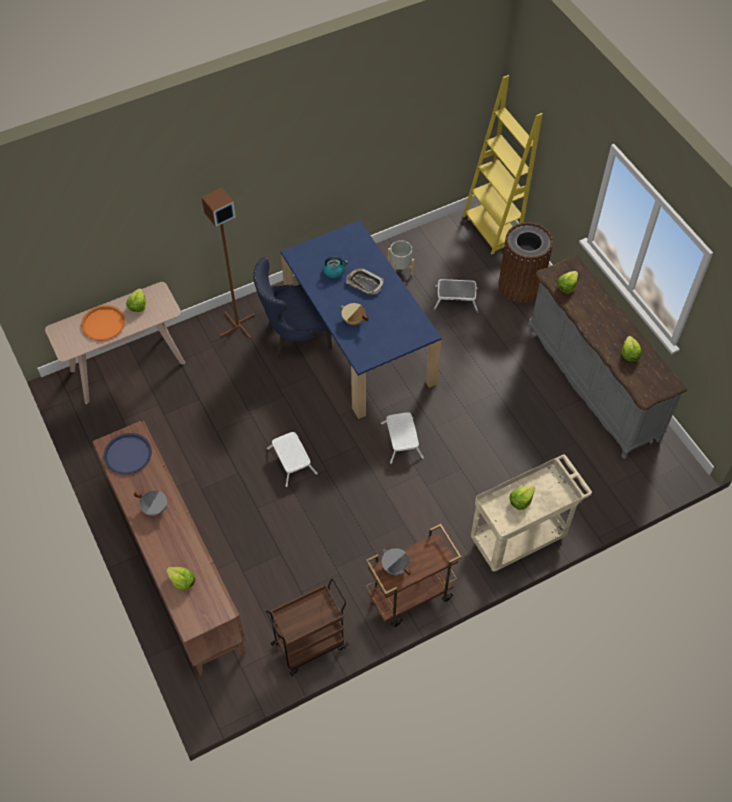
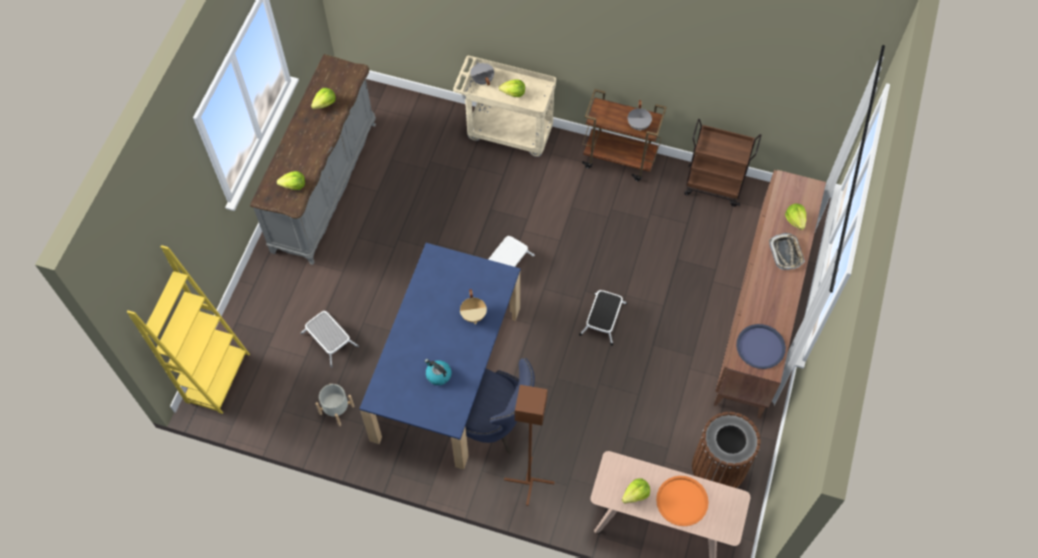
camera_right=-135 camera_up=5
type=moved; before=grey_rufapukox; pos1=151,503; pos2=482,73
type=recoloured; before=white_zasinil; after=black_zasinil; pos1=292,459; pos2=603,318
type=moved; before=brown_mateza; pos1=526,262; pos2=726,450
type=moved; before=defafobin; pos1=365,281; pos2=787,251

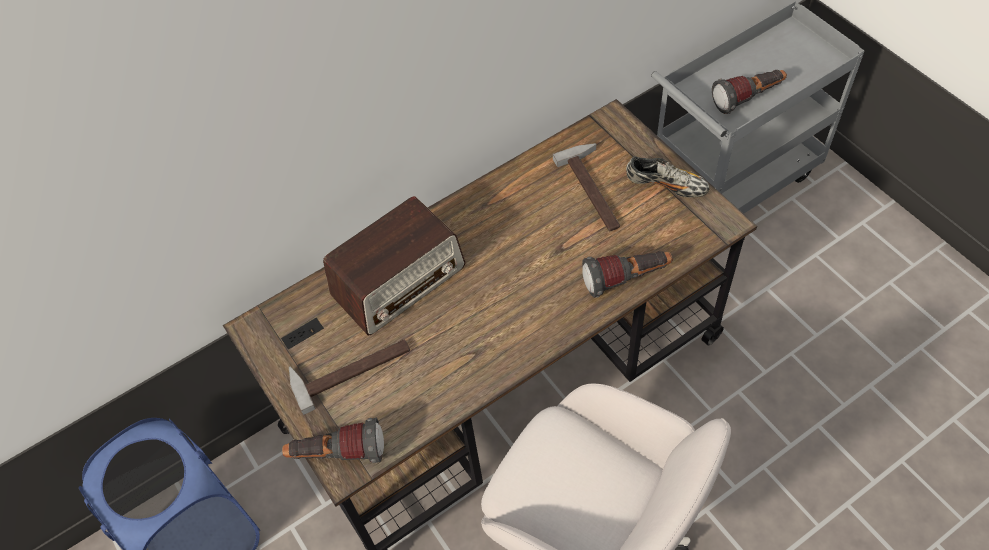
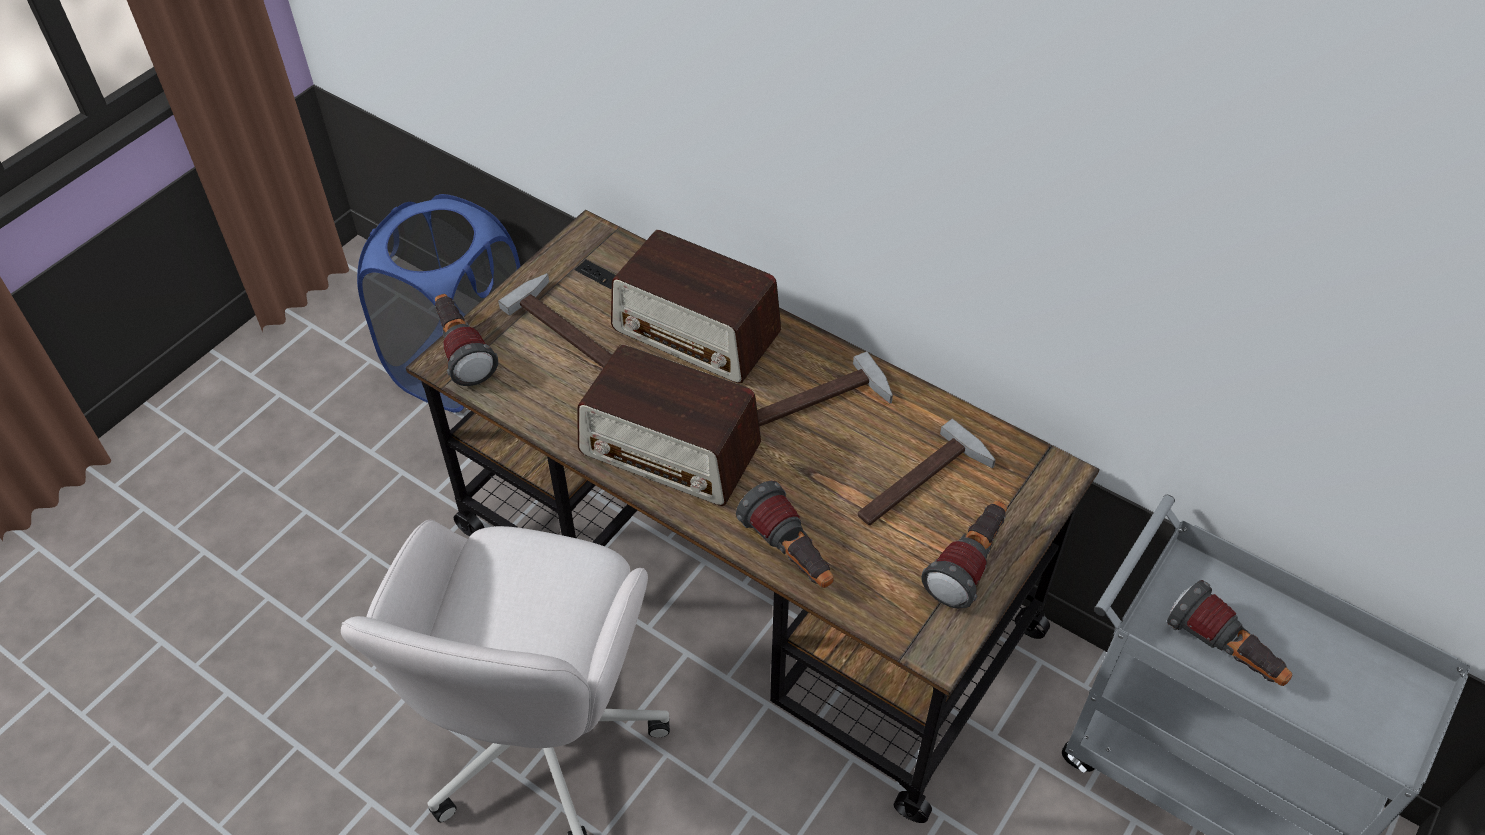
camera_right=65 camera_up=-5
type=added; after=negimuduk; pos2=669,425
type=added; after=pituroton; pos2=825,389
type=replaced; before=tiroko; after=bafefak; pos1=668,177; pos2=964,554

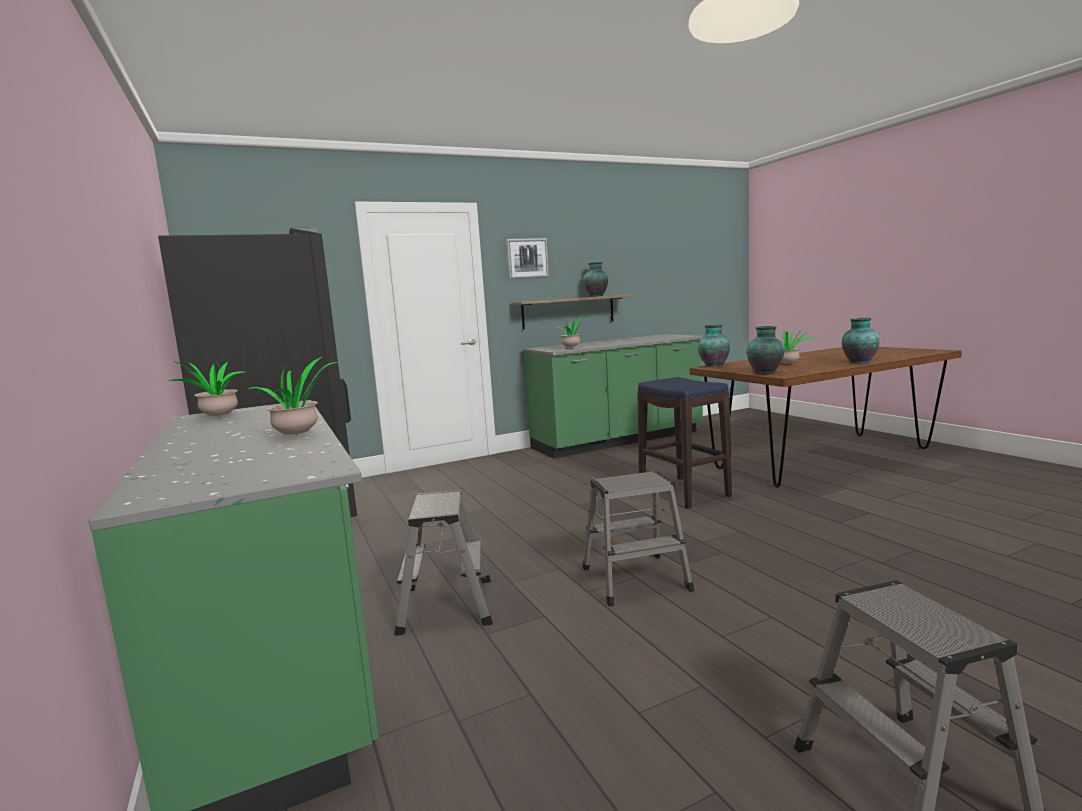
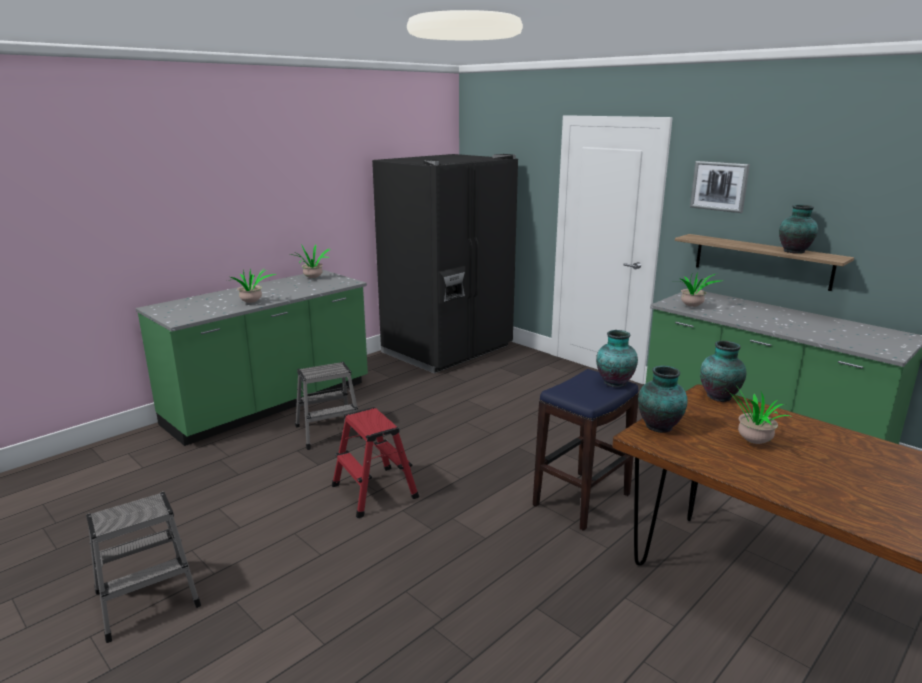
camera_right=70 camera_up=10
type=recoloured; before=grey_zasinil; after=red_zasinil; pos1=638,538; pos2=375,462
type=moved; before=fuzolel; pos1=860,341; pos2=617,358

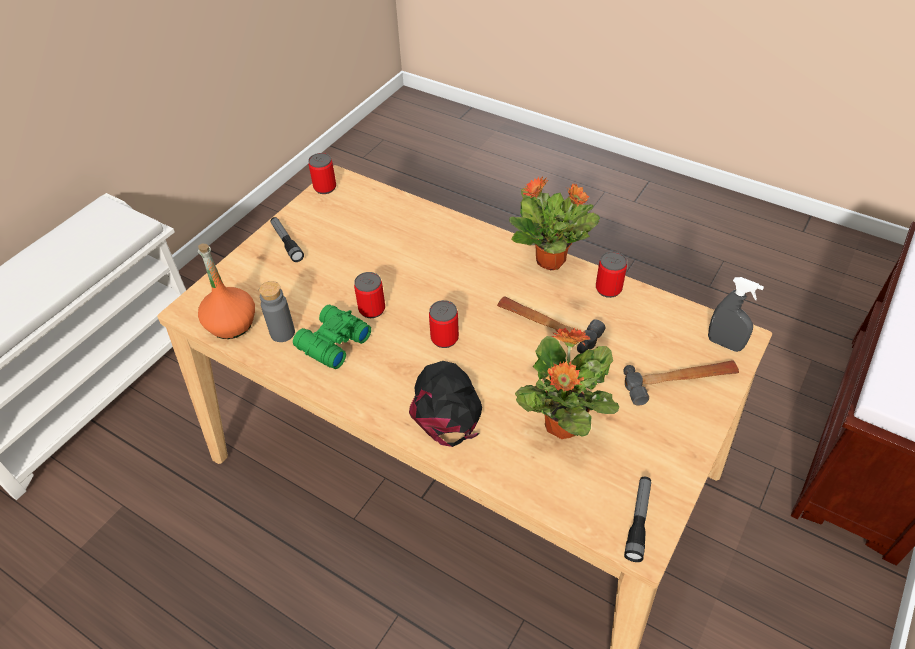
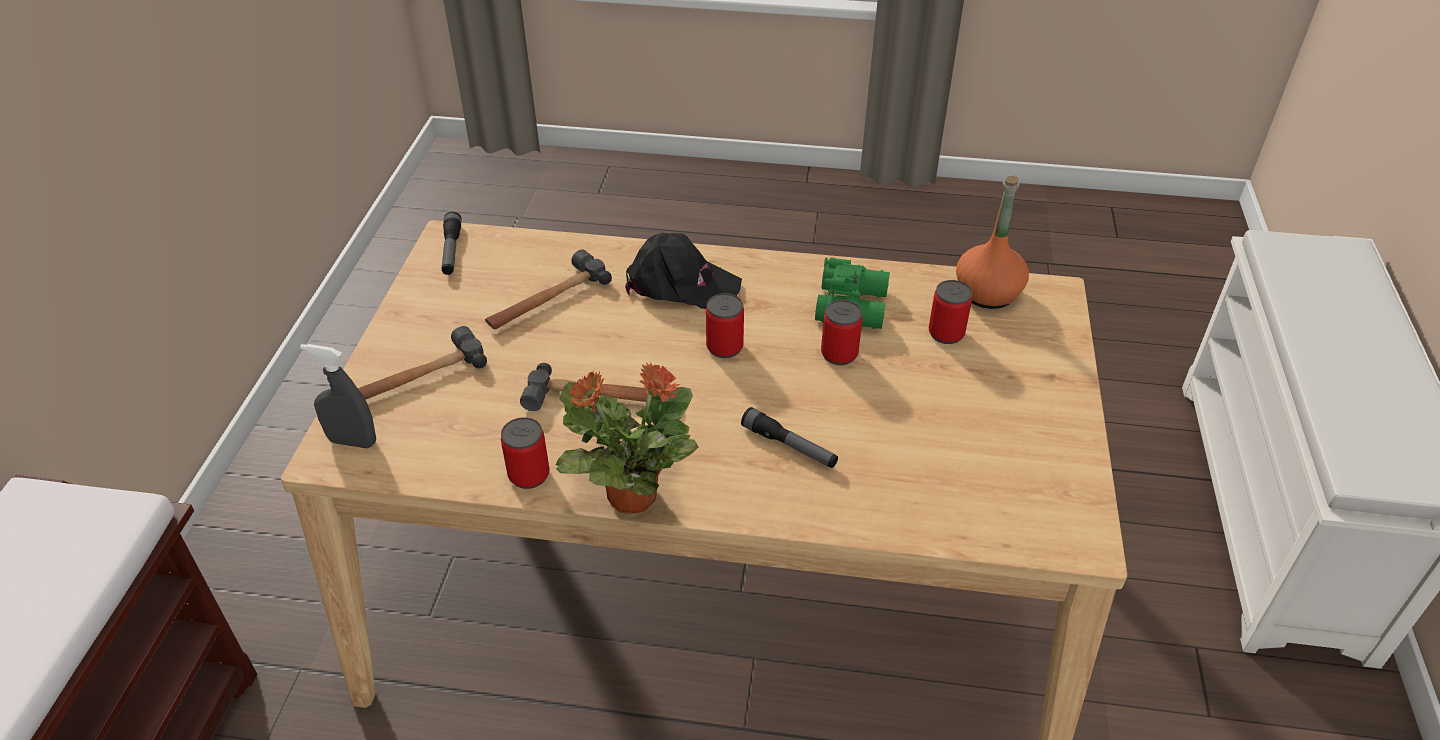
camera_right=155 camera_up=-5
type=replaced; before=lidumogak; after=pituroton; pos1=567,383; pos2=548,289
type=turned; before=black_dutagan; pos1=445,404; pos2=683,271; turn=-45
type=moved; before=bafefak; pos1=287,239; pos2=789,437
type=moved; before=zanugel; pos1=322,173; pos2=950,312
type=removed; before=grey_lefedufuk; pos1=277,311

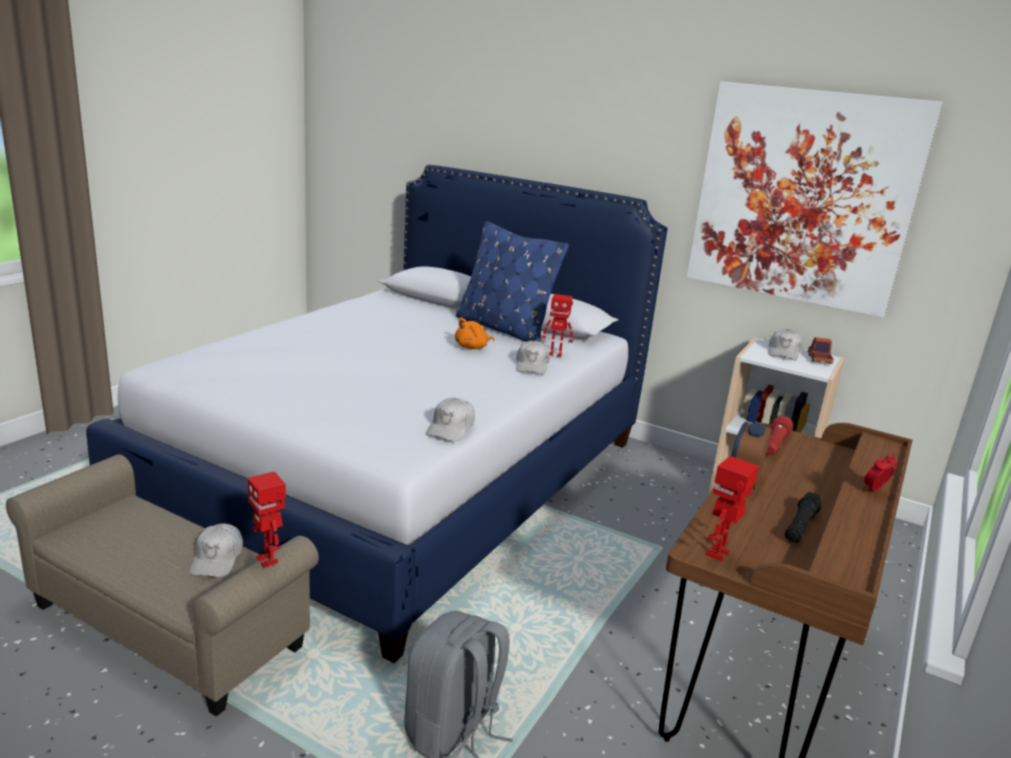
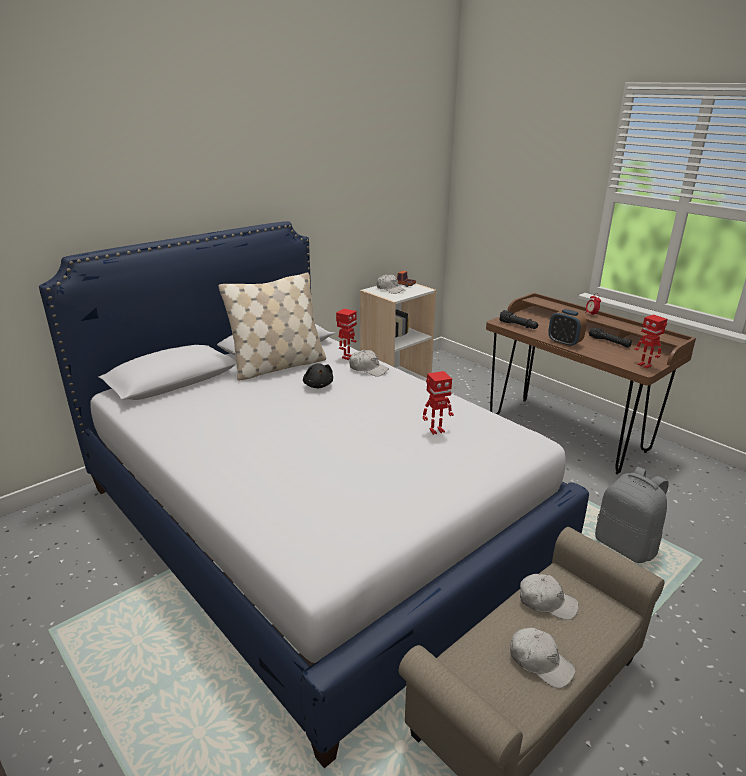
camera_right=-70 camera_up=5
type=recoloured; before=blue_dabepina; after=beige_dabepina; pos1=512,281; pos2=272,326
type=recoloured; before=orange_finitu; after=black_finitu; pos1=475,333; pos2=318,375
type=moved; before=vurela; pos1=267,520; pos2=438,403
type=recoloured; before=red_bafefak; after=black_bafefak; pos1=780,435; pos2=518,319
type=moved; before=white_dutagan; pos1=450,420; pos2=542,658
type=removed; before=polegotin; pos1=815,199

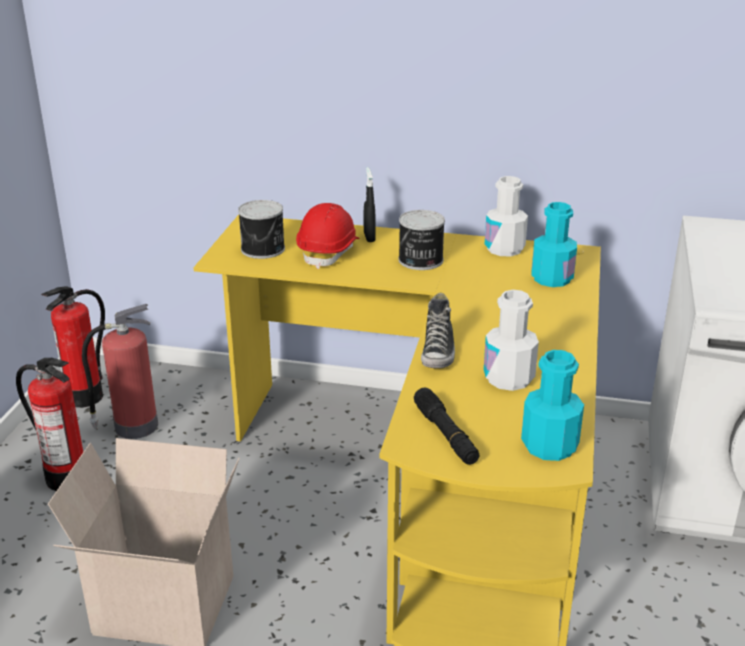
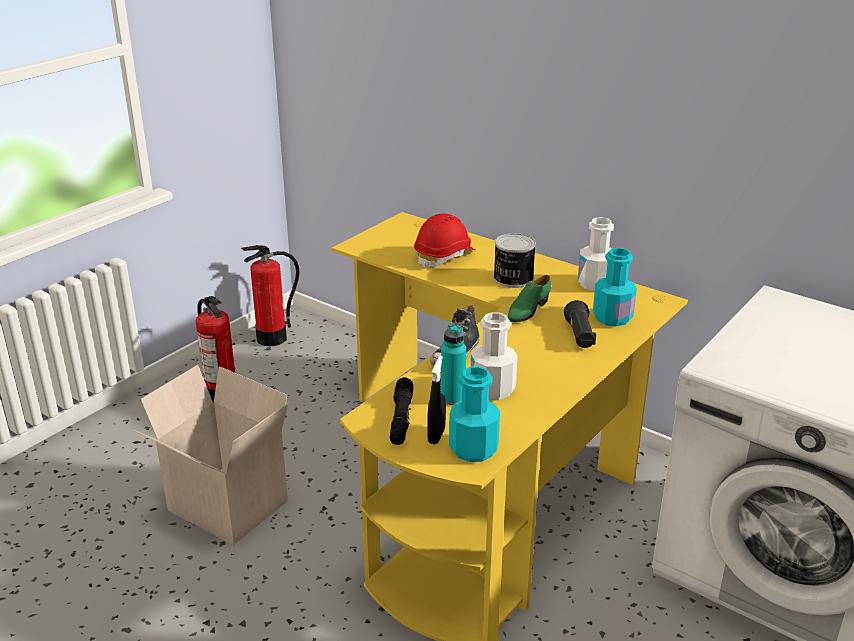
camera_right=25 camera_up=0
type=moved; before=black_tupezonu; pos1=370,204; pos2=436,400
type=added; after=turquoise_lefedufuk; pos2=453,364
type=added; after=green_tiroko; pos2=529,298
type=added; after=black_bafefak; pos2=580,324
type=removed; before=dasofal; pos1=120,371
type=removed; before=zanugel; pos1=261,229

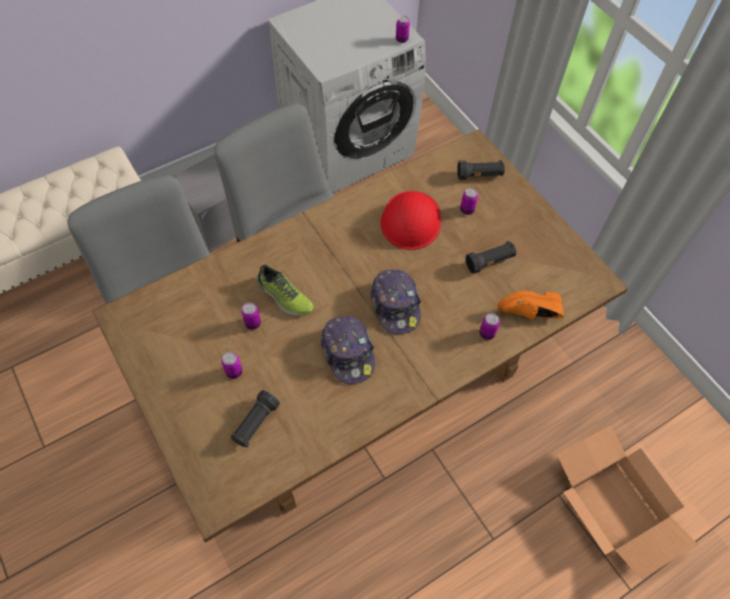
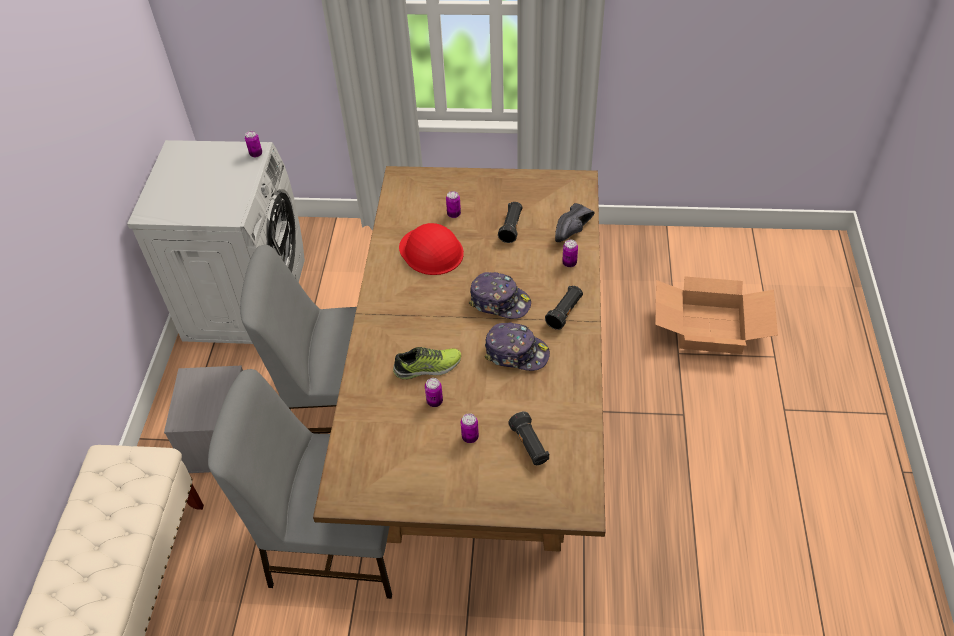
camera_right=-50 camera_up=-10
type=moved; before=black_bafefak; pos1=481,170; pos2=564,308
type=recoloured; before=orange_tiroko; after=black_tiroko; pos1=530,305; pos2=575,222

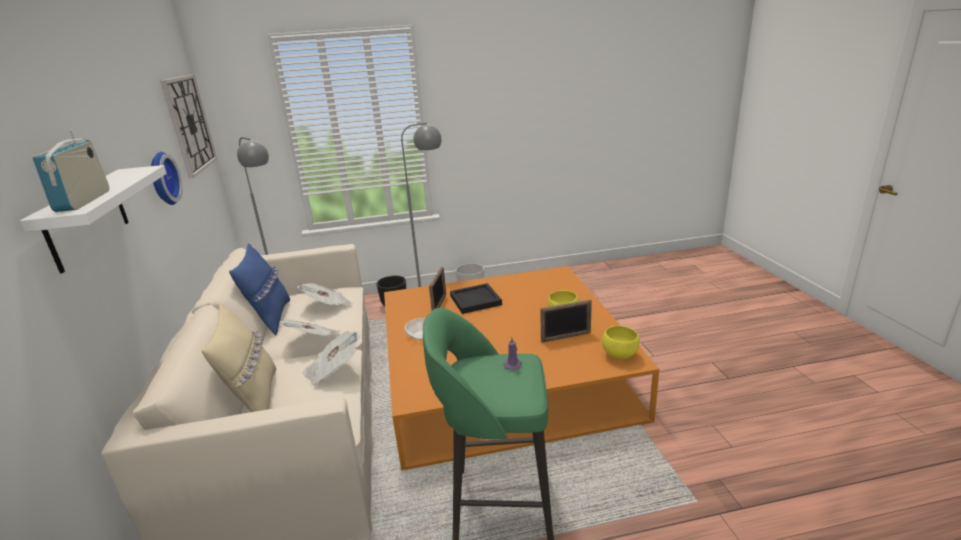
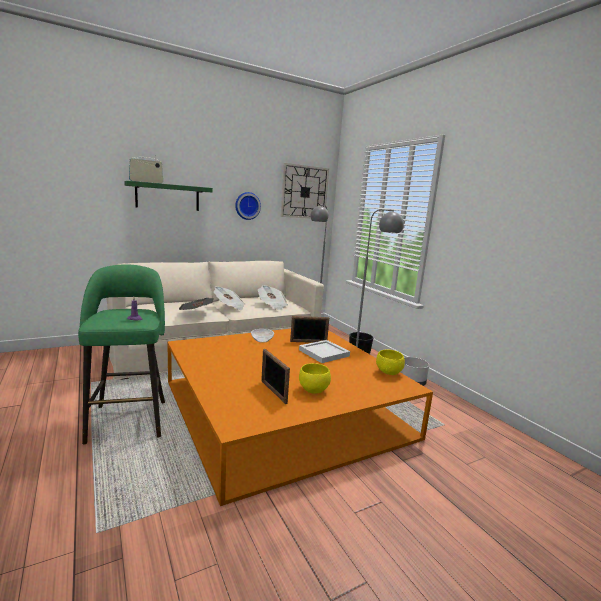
camera_right=70 camera_up=-10
type=recoloured; before=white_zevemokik; after=green_zevemokik; pos1=93,219; pos2=168,196
type=recoloured; before=black_defafobin; after=white_defafobin; pos1=476,298; pos2=324,351
type=moved; before=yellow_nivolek; pos1=621,342; pos2=390,362
type=removed; before=beige_dabepina; pos1=238,357
type=removed; before=blue_dabepina; pos1=259,289

